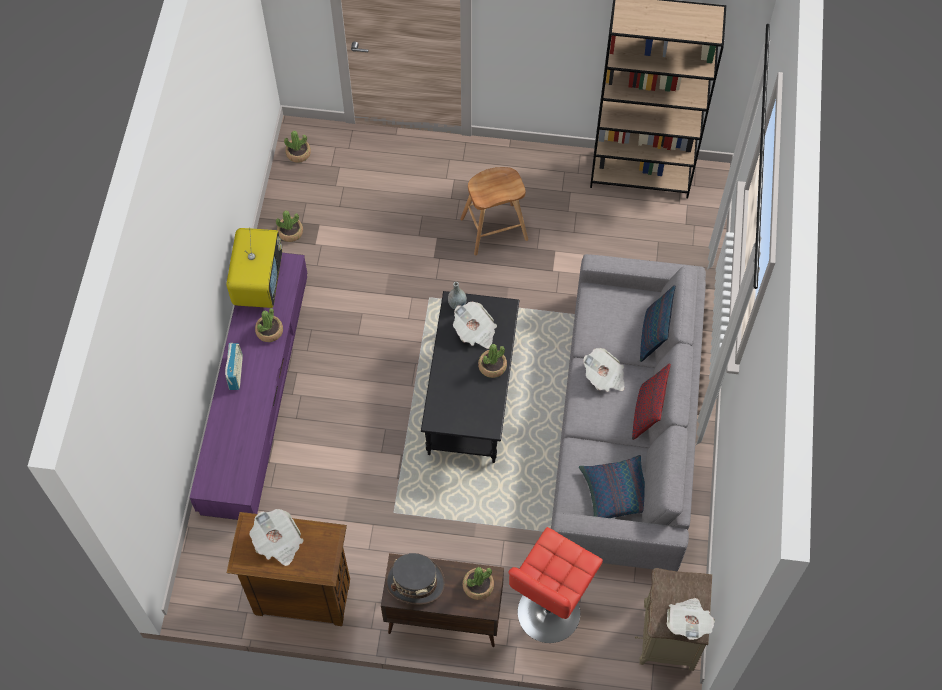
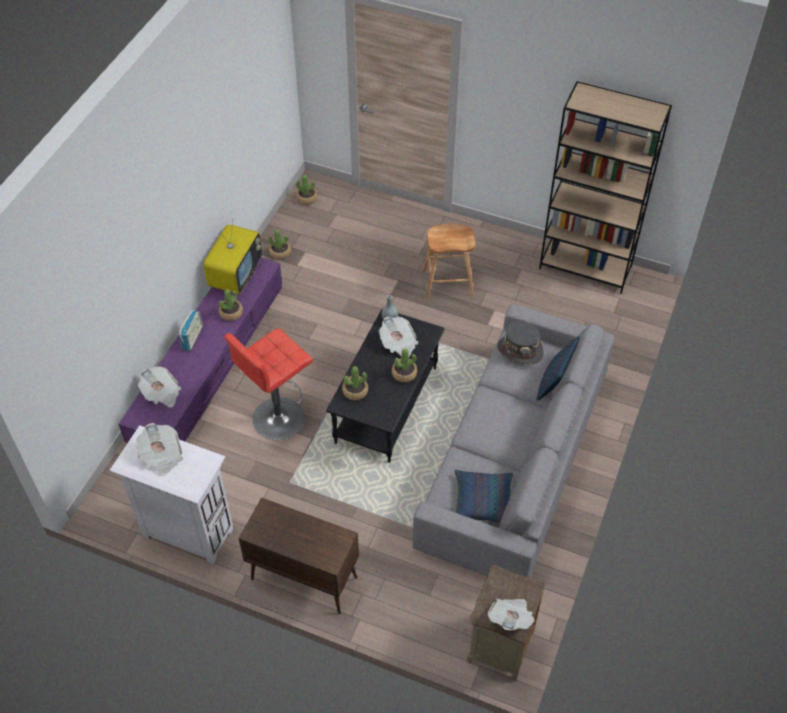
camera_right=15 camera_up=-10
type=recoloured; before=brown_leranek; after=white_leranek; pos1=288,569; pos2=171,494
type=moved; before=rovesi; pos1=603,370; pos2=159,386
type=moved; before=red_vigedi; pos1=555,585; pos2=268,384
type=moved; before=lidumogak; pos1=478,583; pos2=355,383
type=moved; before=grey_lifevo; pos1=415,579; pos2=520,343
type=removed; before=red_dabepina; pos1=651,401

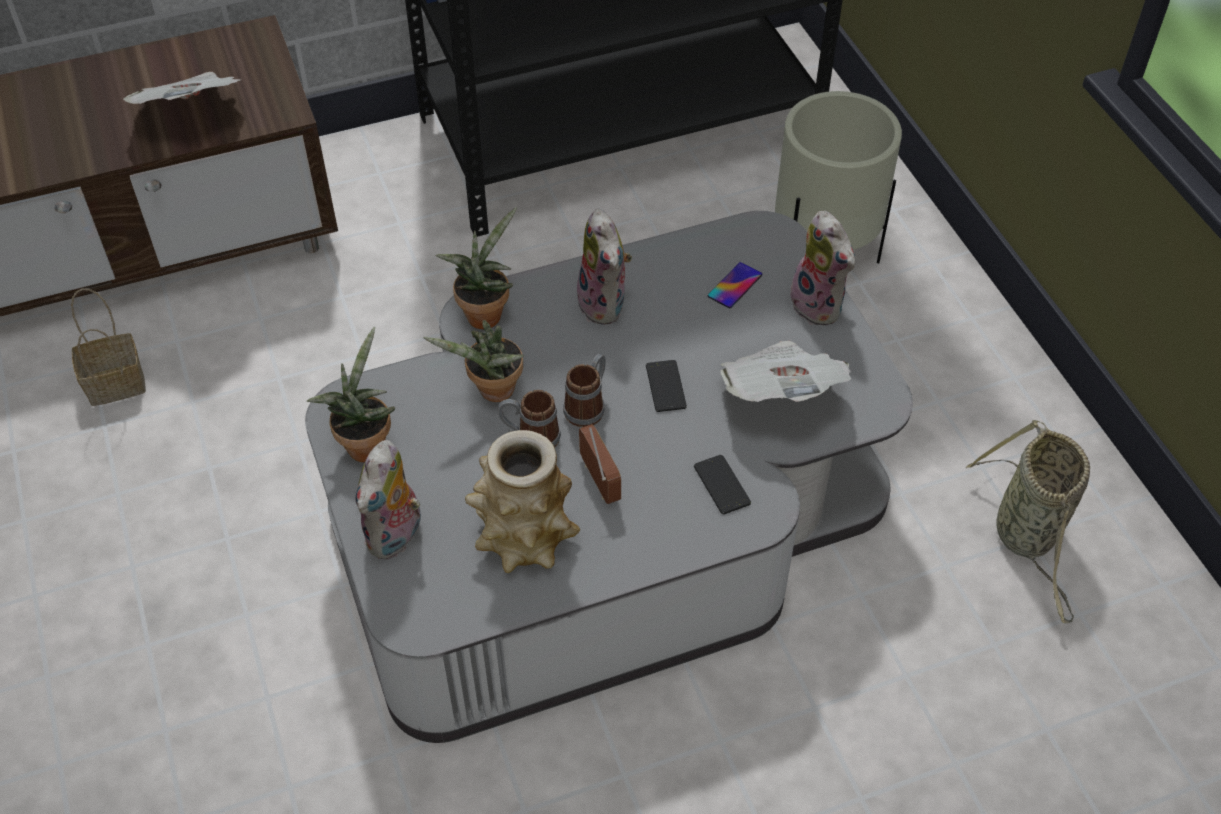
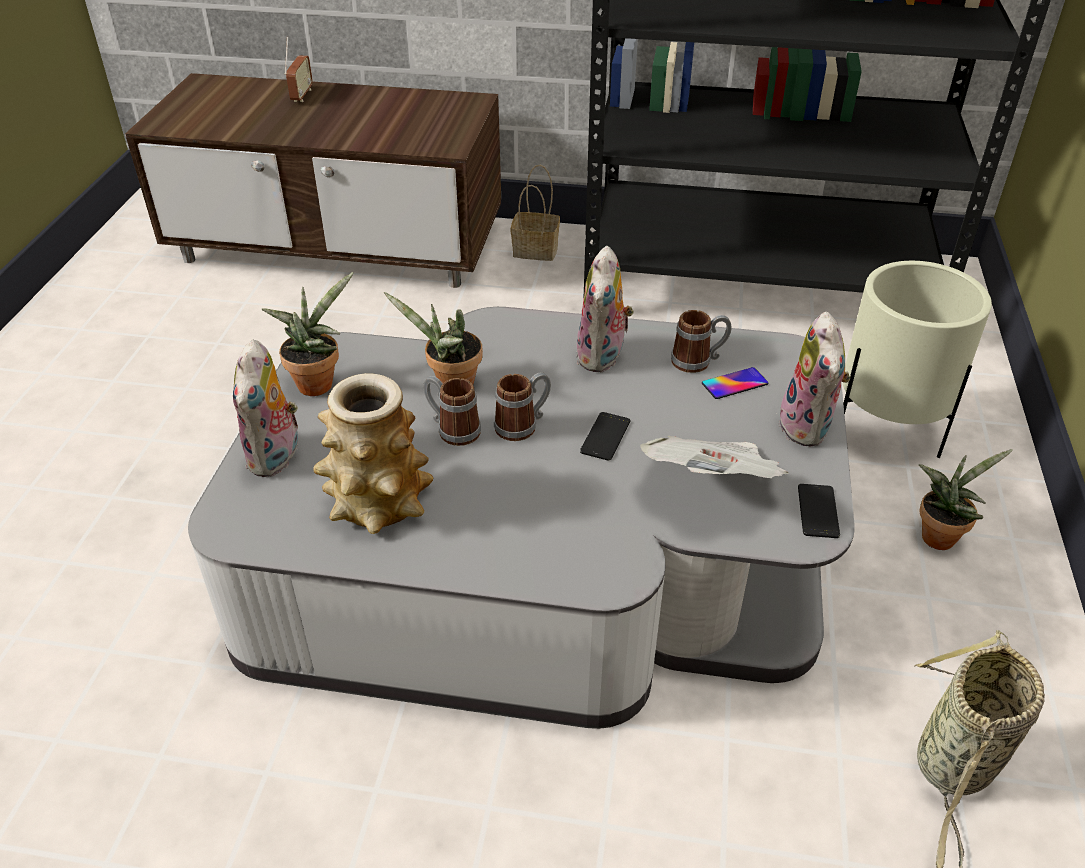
camera_right=30 camera_up=-10
type=turned; before=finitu; pos1=389,500; pos2=267,408; turn=-45
type=moved; before=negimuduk; pos1=600,464; pos2=299,69
type=moved; before=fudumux; pos1=108,347; pos2=535,213
type=added; after=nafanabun; pos2=701,341
type=moved; before=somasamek; pos1=722,484; pos2=819,511
type=moved; before=lidumogak; pos1=476,268; pos2=966,499
type=removed; before=rovesi; pos1=181,88

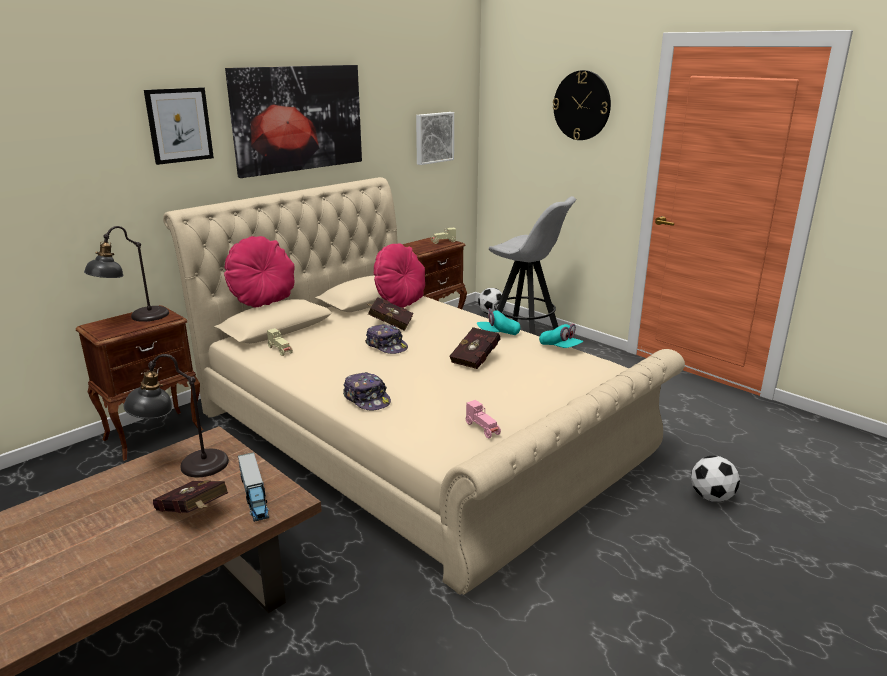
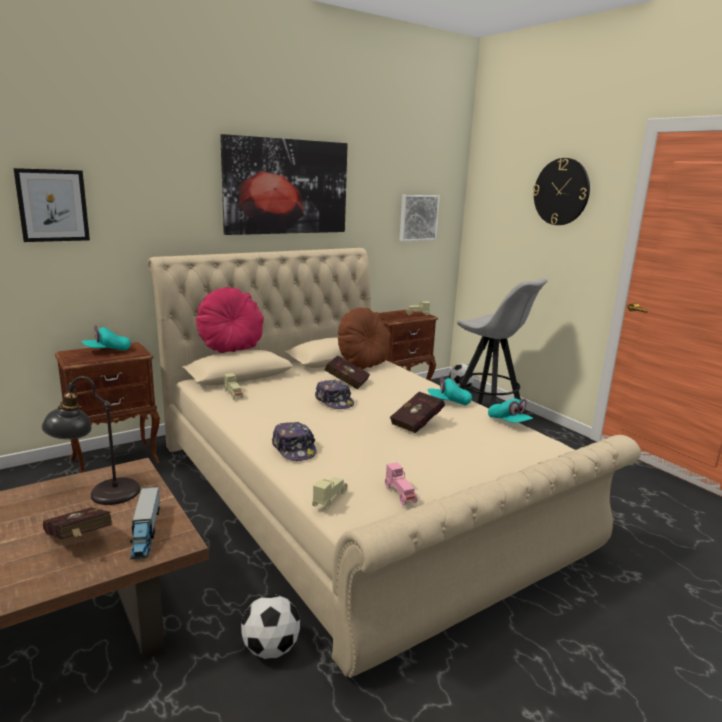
camera_right=10 camera_up=-5
type=moved; before=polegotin; pos1=179,126; pos2=51,205
type=replaced; before=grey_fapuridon; after=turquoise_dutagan; pos1=126,274; pos2=106,338
type=moved; before=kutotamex; pos1=715,479; pos2=270,626
type=added; after=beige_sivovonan; pos2=329,493
type=recoloured; before=pink_dabepina; after=brown_dabepina; pos1=399,275; pos2=364,338

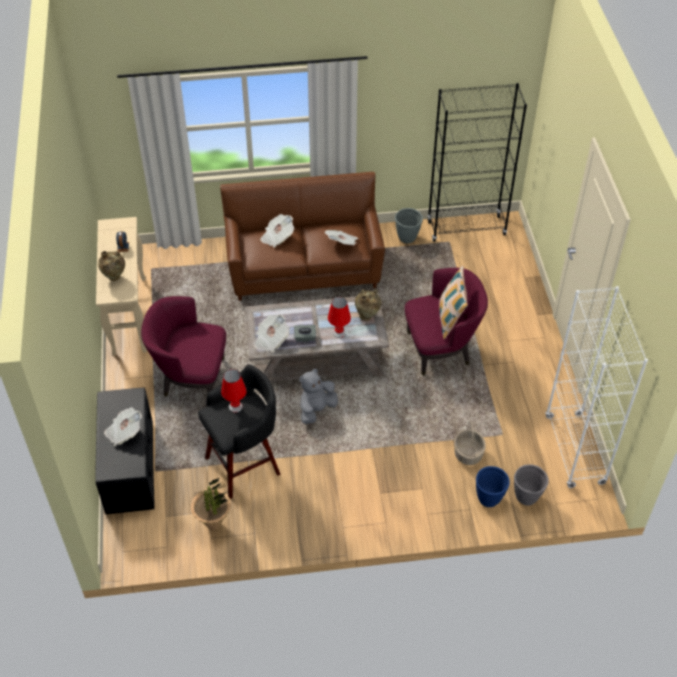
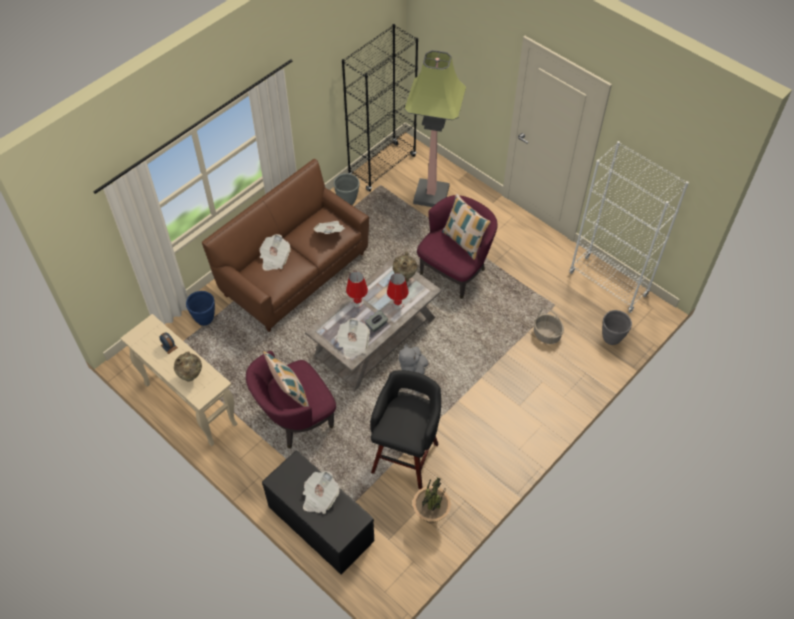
camera_right=-40 camera_up=5
type=moved; before=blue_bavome; pos1=493,486; pos2=200,308
type=added; after=dabepina; pos2=286,379
type=moved; before=red_fapuridon; pos1=234,391; pos2=357,289
type=added; after=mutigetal; pos2=435,128

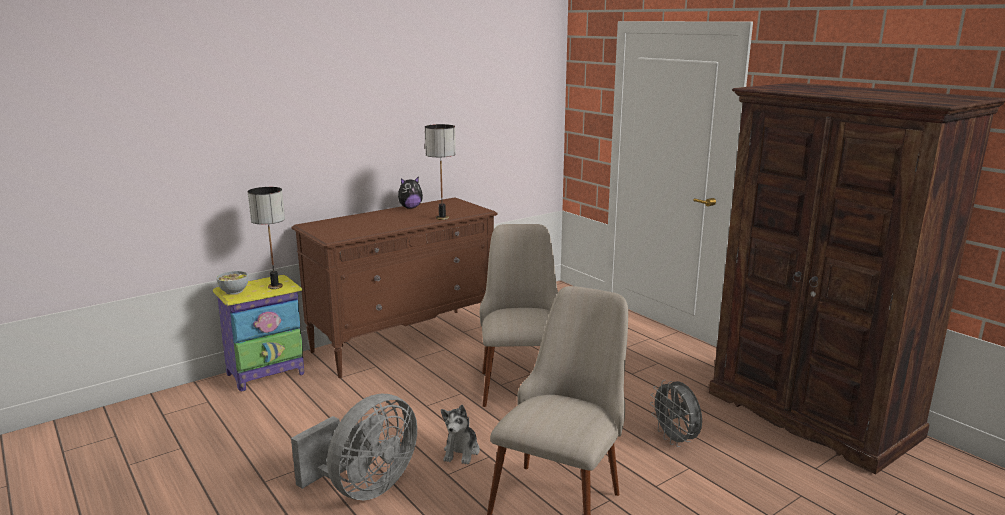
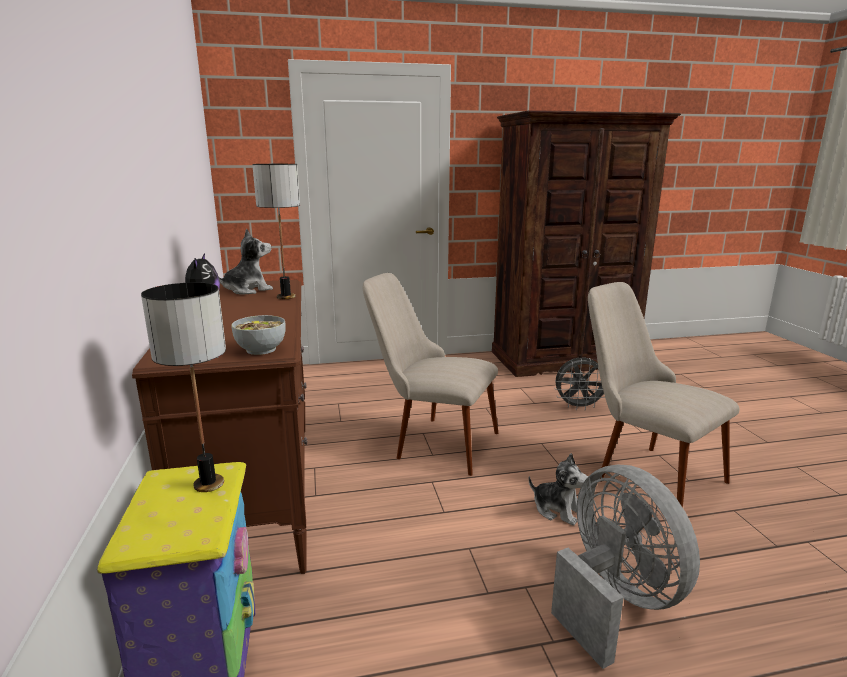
camera_right=-65 camera_up=0
type=added; after=finitu; pos2=245,262
type=moved; before=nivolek; pos1=232,283; pos2=258,335

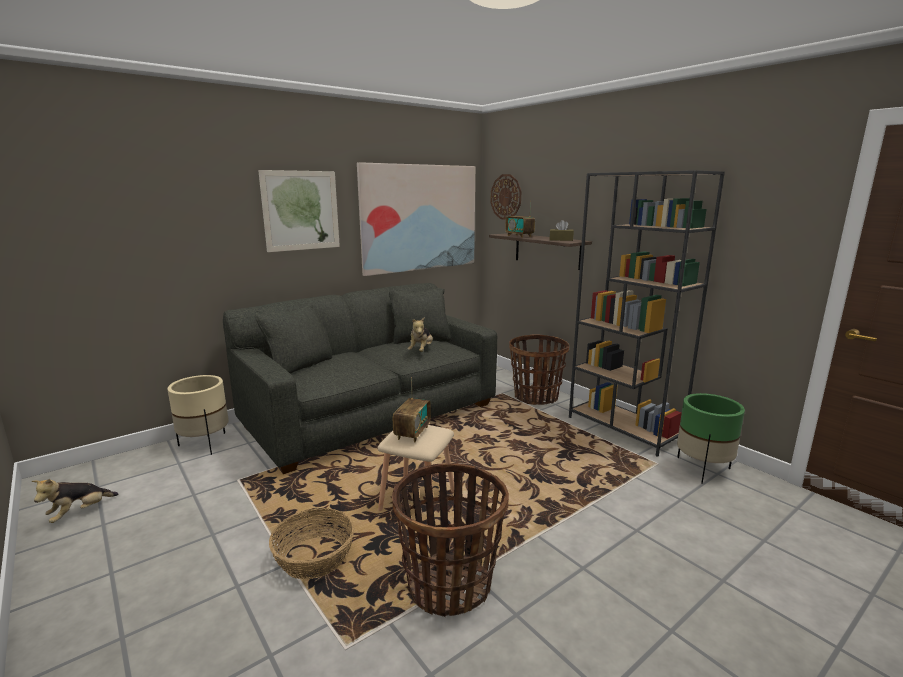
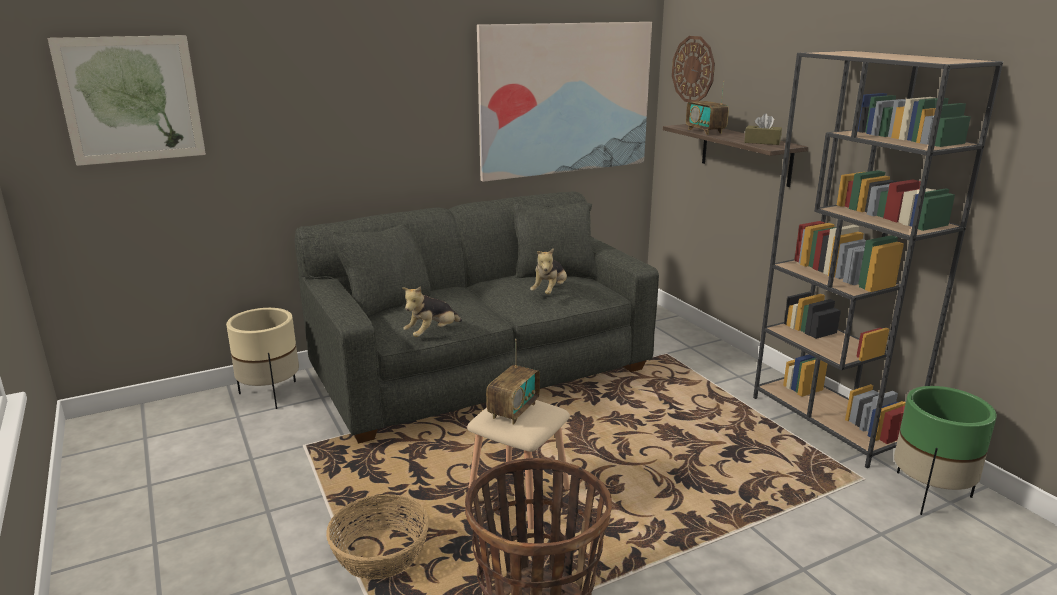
camera_right=10 camera_up=5
type=moved; before=polegotin; pos1=299,211; pos2=127,100
type=moved; before=finitu; pos1=75,500; pos2=432,311
type=removed; before=fudumux; pos1=539,369

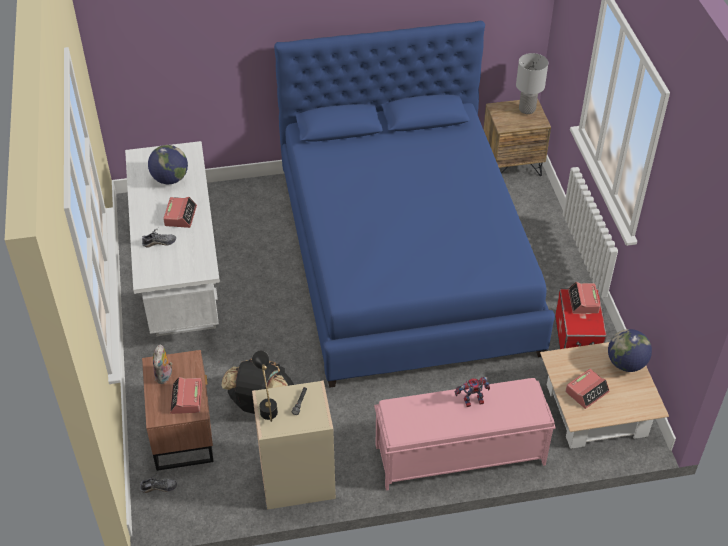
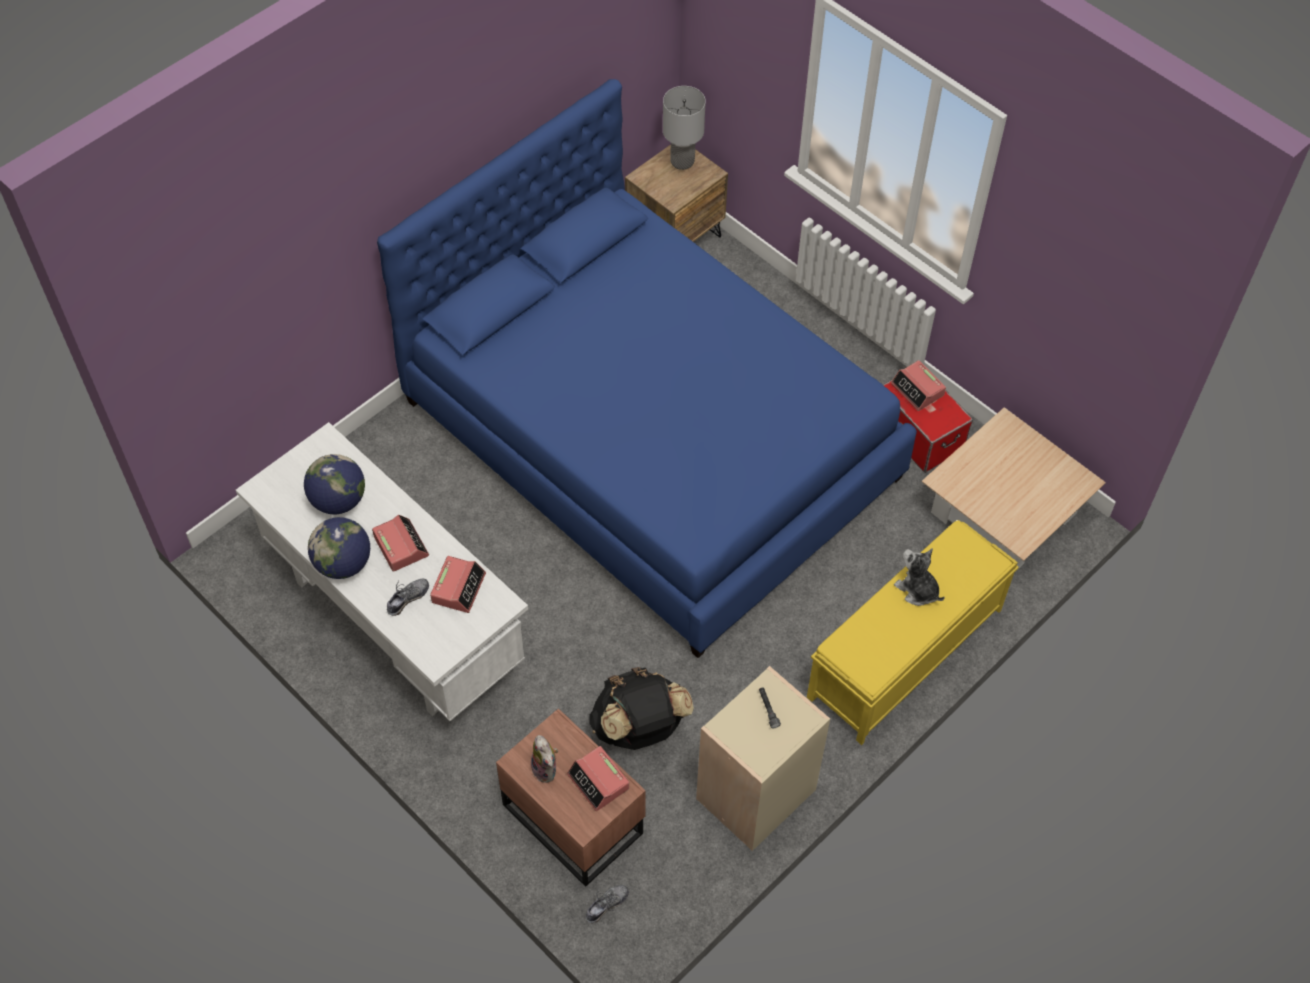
camera_right=-35 camera_up=10
type=moved; before=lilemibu; pos1=630,350; pos2=339,548
type=moved; before=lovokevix; pos1=587,389; pos2=458,584
type=recoloured; before=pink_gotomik; after=yellow_gotomik; pos1=465,434; pos2=913,632
type=replaced; before=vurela; after=finitu; pos1=472,392; pos2=919,577
type=removed; before=black_fapuridon; pos1=265,386

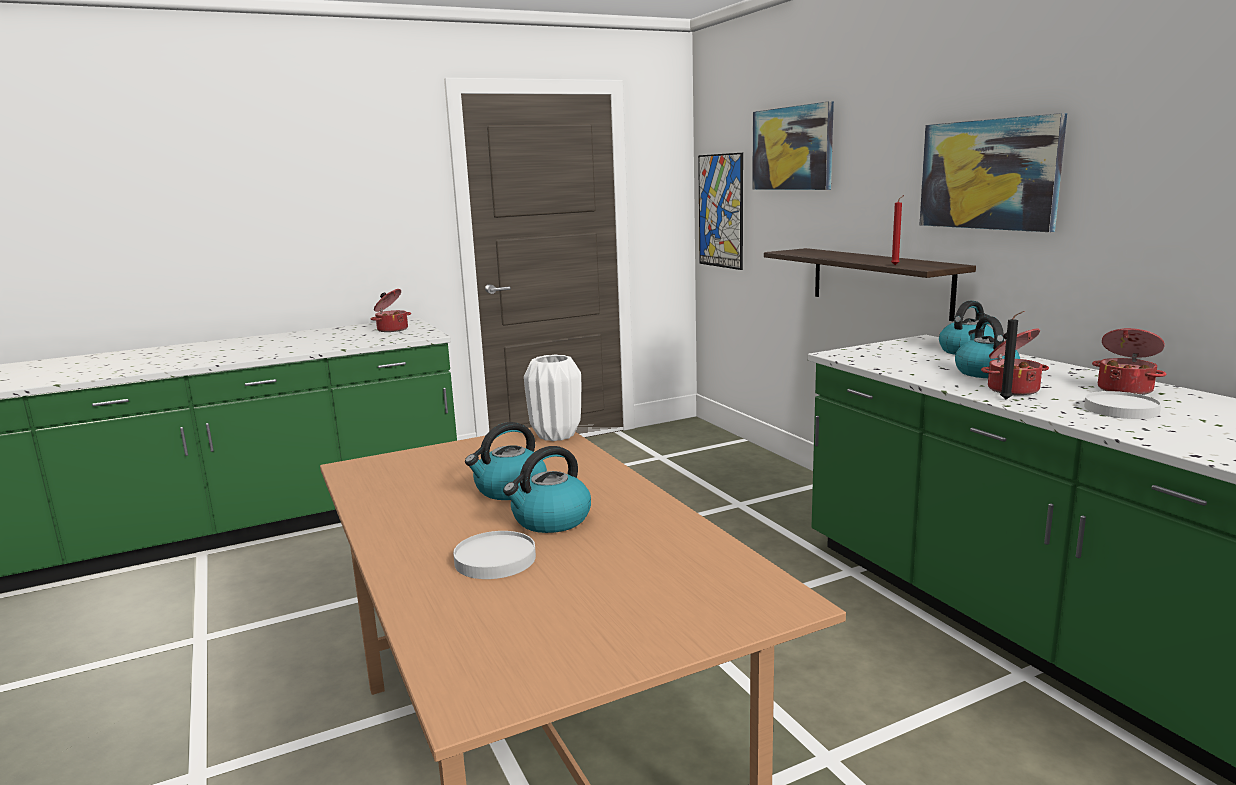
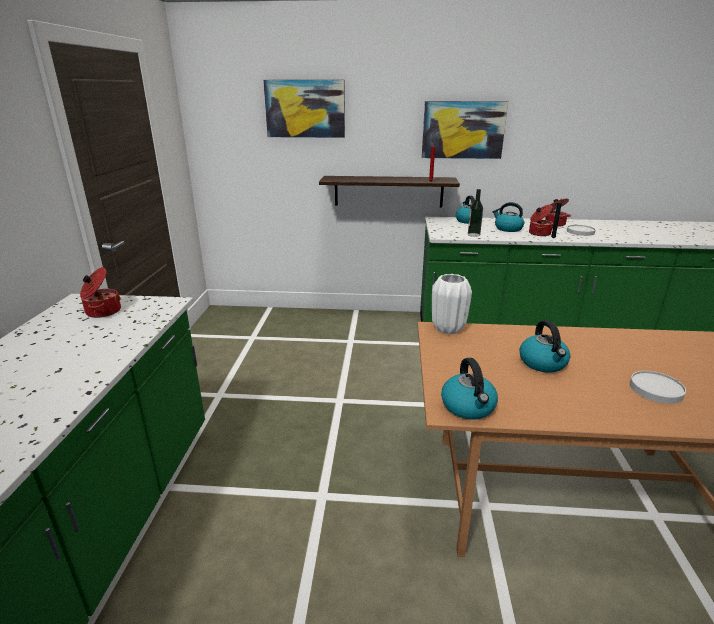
camera_right=-60 camera_up=10
type=moved; before=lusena; pos1=547,489; pos2=469,388
type=added; after=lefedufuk; pos2=475,213
type=removed; before=polegotin; pos1=720,211

